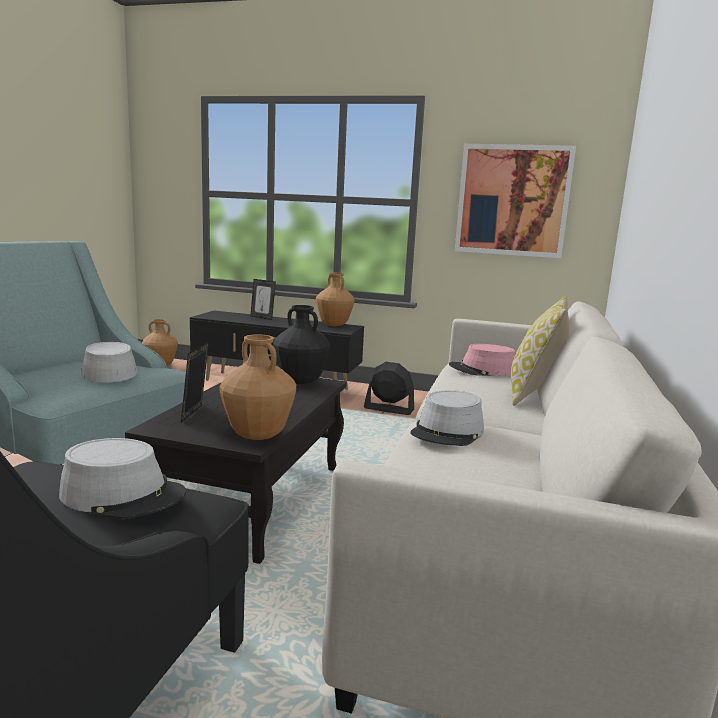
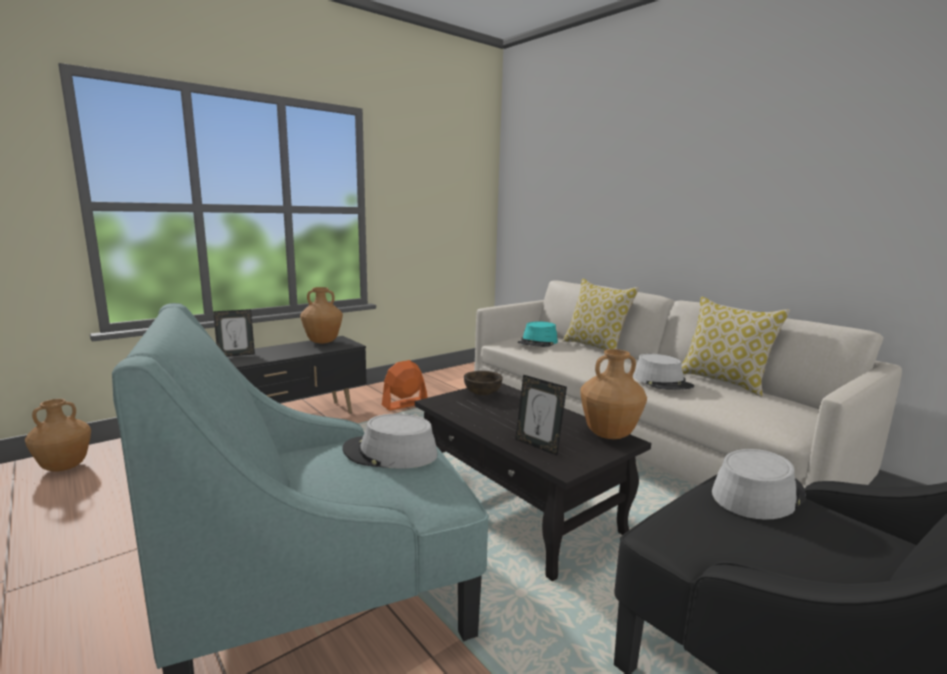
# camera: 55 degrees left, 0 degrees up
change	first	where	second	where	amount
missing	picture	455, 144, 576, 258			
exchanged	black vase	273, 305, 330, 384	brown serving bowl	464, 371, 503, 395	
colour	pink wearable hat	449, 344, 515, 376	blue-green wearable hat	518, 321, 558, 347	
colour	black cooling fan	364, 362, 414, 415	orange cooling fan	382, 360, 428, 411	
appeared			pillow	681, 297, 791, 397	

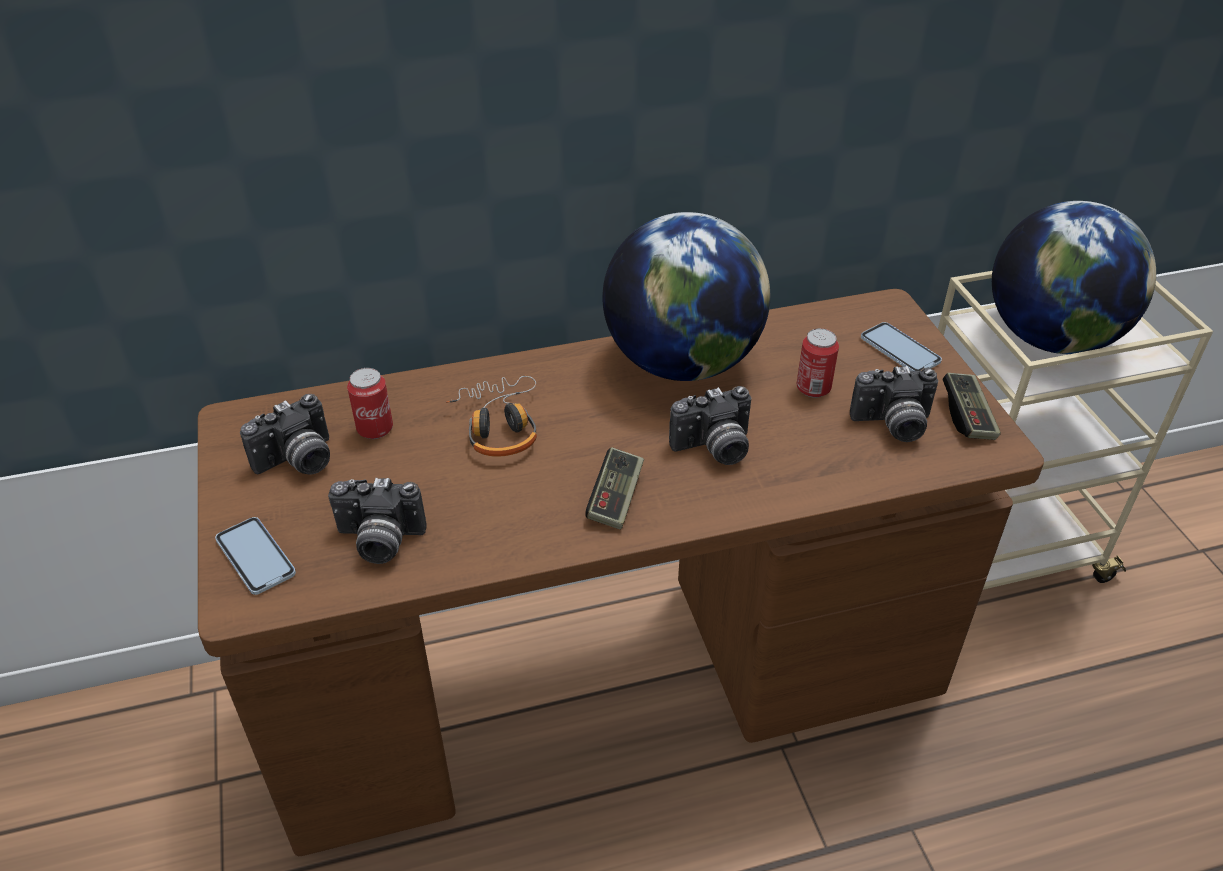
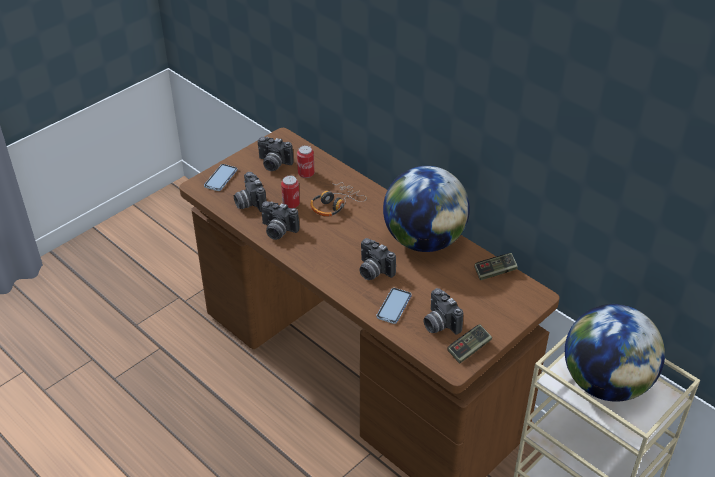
# camera: 60 degrees right, 0 degrees up
change	first	where	second	where	amount
relocated	phone	861, 322, 942, 371		376, 288, 412, 324	
relocated	metal can	797, 328, 839, 398		281, 175, 300, 208	
relocated	joypad	585, 447, 644, 530		474, 253, 518, 280	
appeared			photo camera	261, 201, 299, 240	

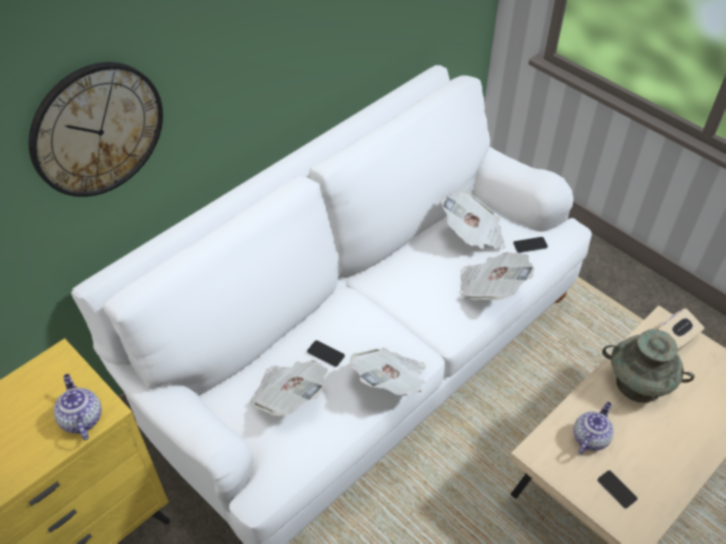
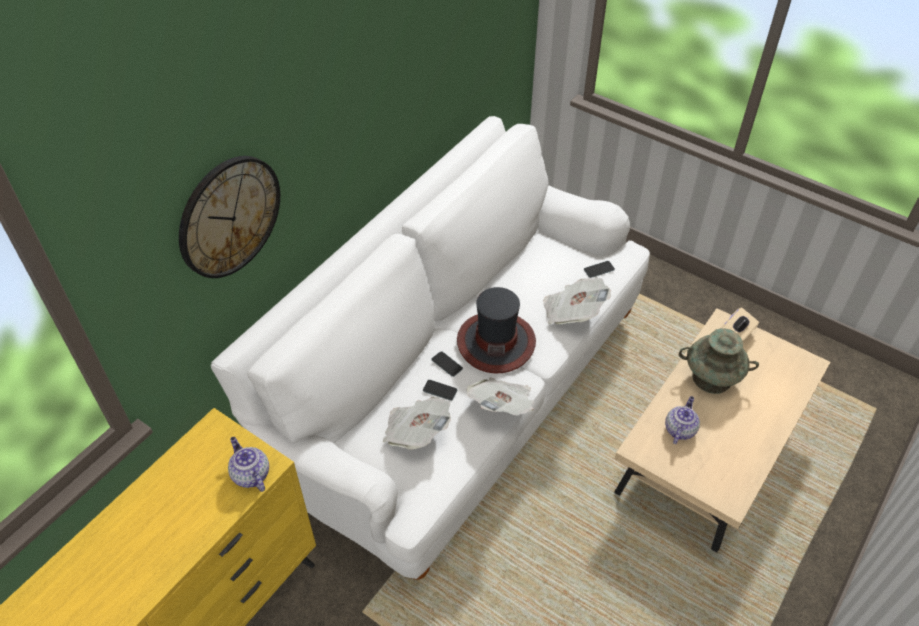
# camera: 10 degrees left, 0 degrees up
change	first	where	second	where	amount
missing	printed paper	441, 191, 506, 249			
relocated	phone	597, 470, 638, 509		432, 351, 463, 377	
appeared			wearable hat	457, 287, 536, 374	

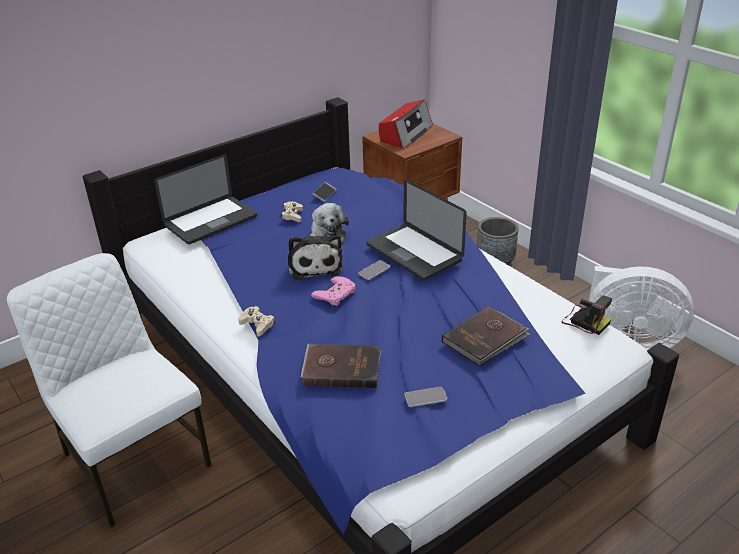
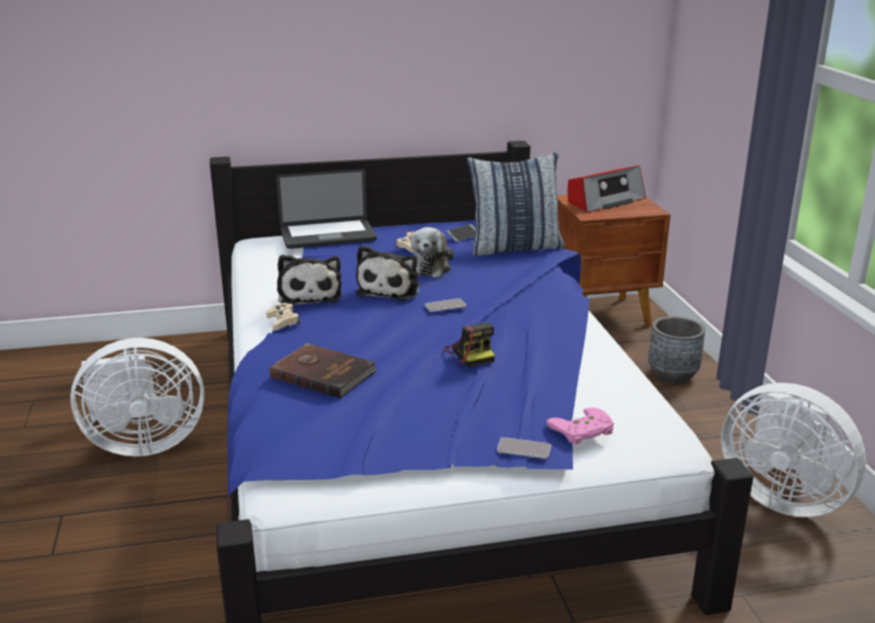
# camera: 25 degrees right, 10 degrees down
change	first	where	second	where	amount
missing	portable computer	366, 179, 467, 280			
exchanged	whitish plain chair	7, 253, 212, 527	whitish cooling fan	70, 338, 205, 457	
relocated	pink joypad	311, 276, 356, 306		546, 408, 614, 445	
relocated	photo camera	561, 295, 612, 335		444, 322, 495, 367	
missing	brown book	442, 306, 530, 366			
relocated	phone	405, 387, 447, 407		497, 437, 551, 459	
appeared			pillow	466, 152, 565, 256	
appeared			soft toy	277, 255, 342, 306	

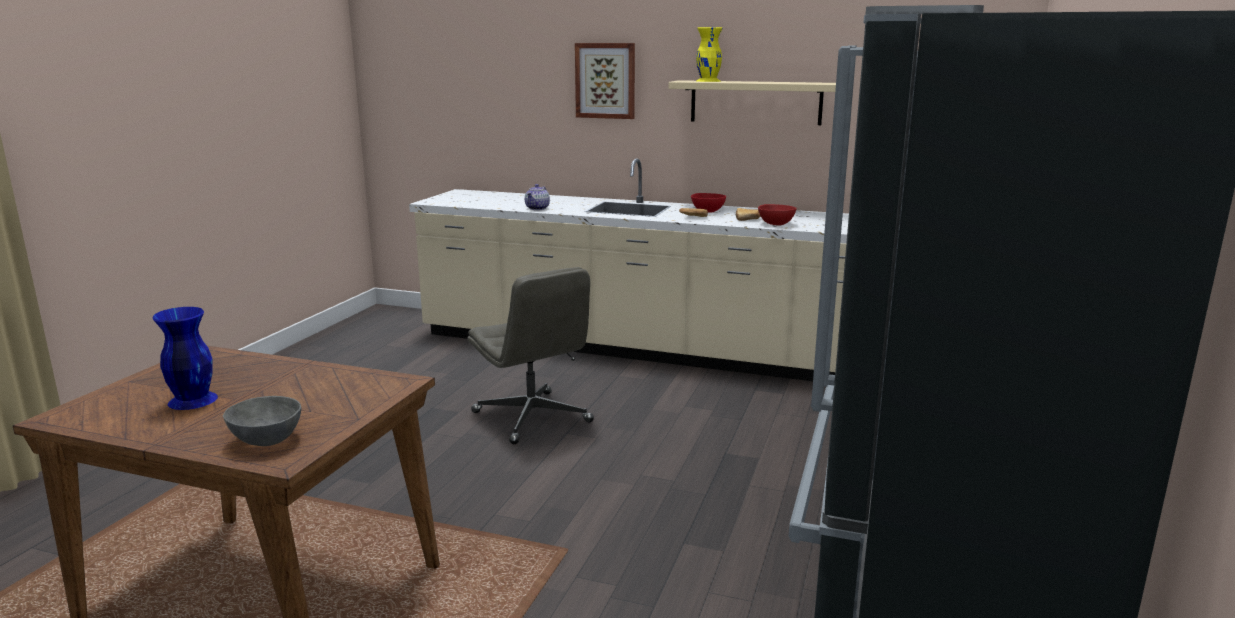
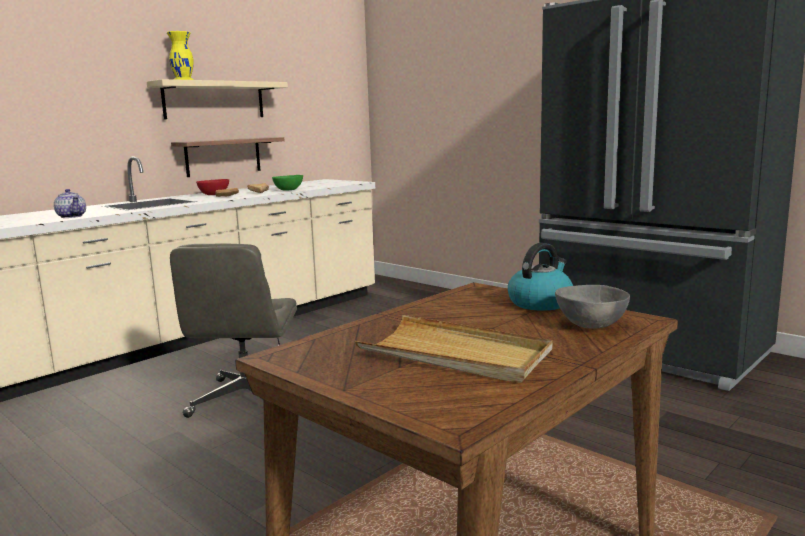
# camera: 65 degrees left, 5 degrees down
change	first	where	second	where	amount
missing	picture	575, 43, 635, 119			
colour	red-coloured serving bowl	758, 204, 797, 225	greenish serving bowl	272, 175, 303, 190	
spun	gray office chair	467, 267, 594, 444		170, 244, 297, 418	105 degrees clockwise
exchanged	blue vase	152, 307, 218, 410	beige tray	355, 315, 553, 383	
appeared			shelf	171, 137, 285, 177	
appeared			water kettle	508, 243, 573, 311	

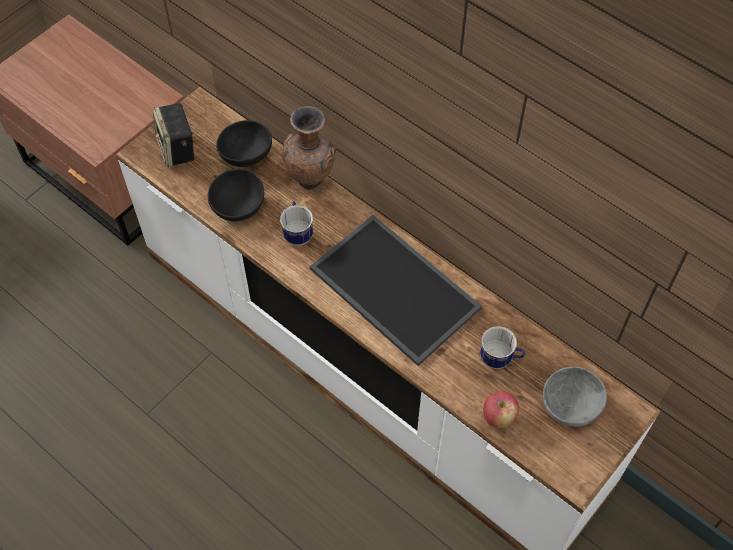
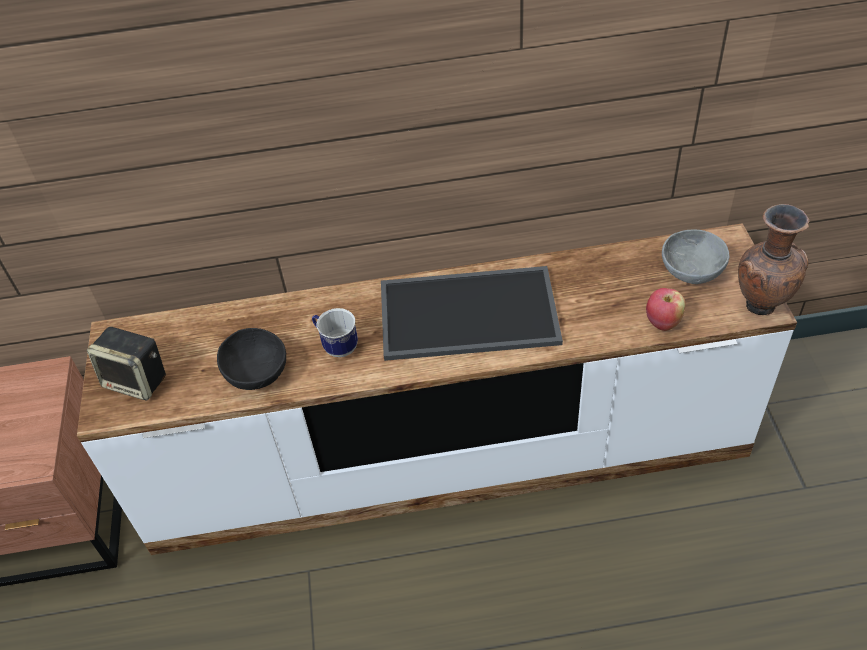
# camera: 45 degrees left, 10 degrees down
change	first	where	second	where	amount
relocated	brown vase	282, 106, 336, 190		738, 204, 810, 315	
missing	black serving bowl	216, 120, 272, 167			
missing	tea mug	480, 326, 525, 369			

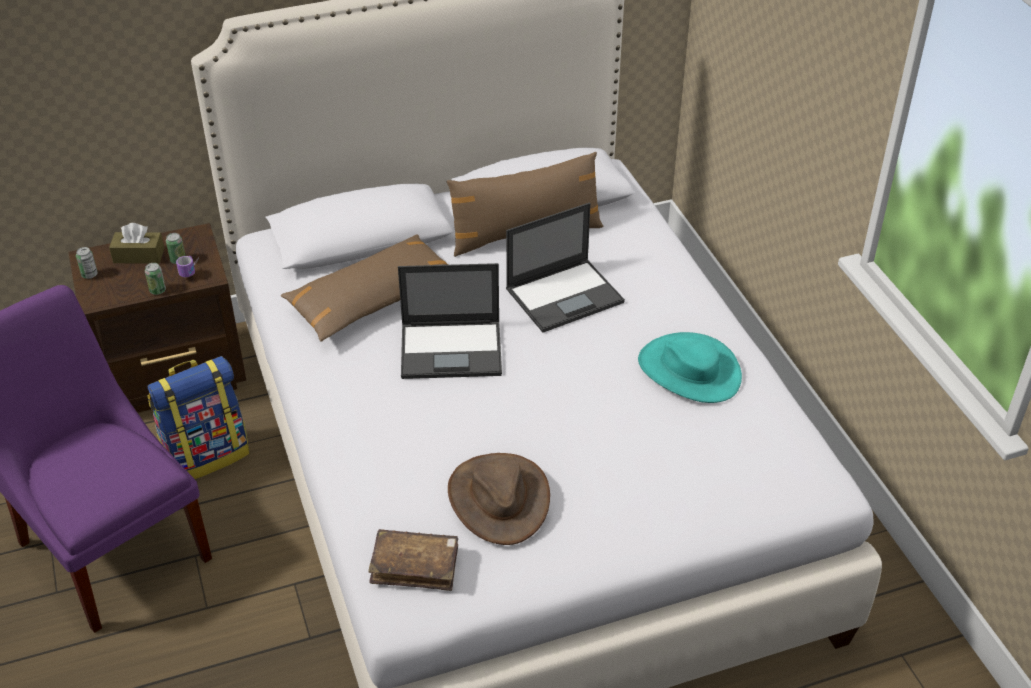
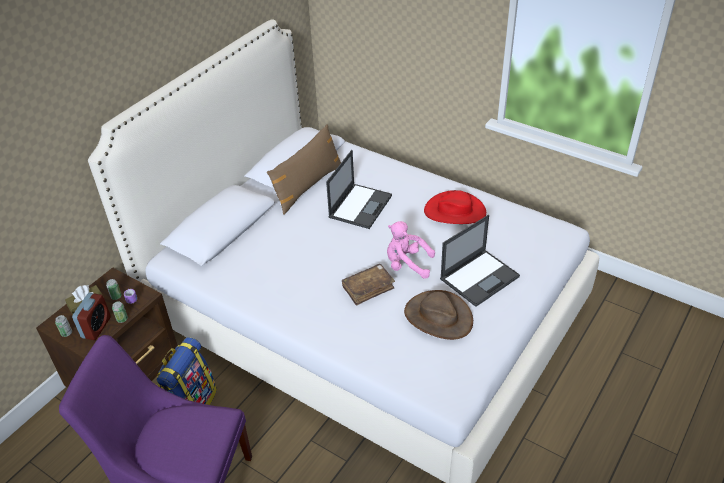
# camera: 35 degrees left, 0 degrees up
change	first	where	second	where	amount
missing	brown pillow	281, 235, 448, 342			
relocated	portable computer	398, 263, 502, 379		440, 215, 520, 307	
colour	blue-green wearable hat	638, 332, 742, 403	red-coloured wearable hat	424, 190, 486, 224	
relocated	brown book	368, 529, 458, 591		342, 264, 395, 306	
appeared			pink soft toy	387, 221, 435, 279	
appeared			alarm clock	72, 293, 111, 340	

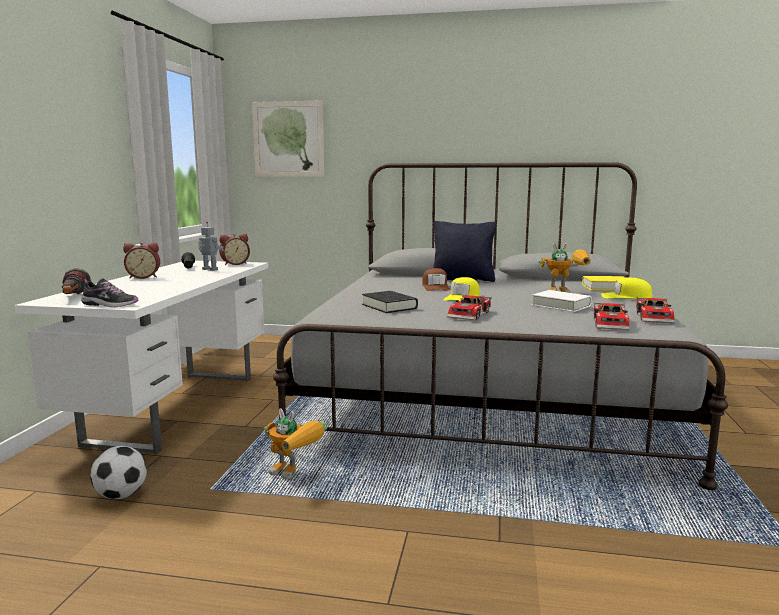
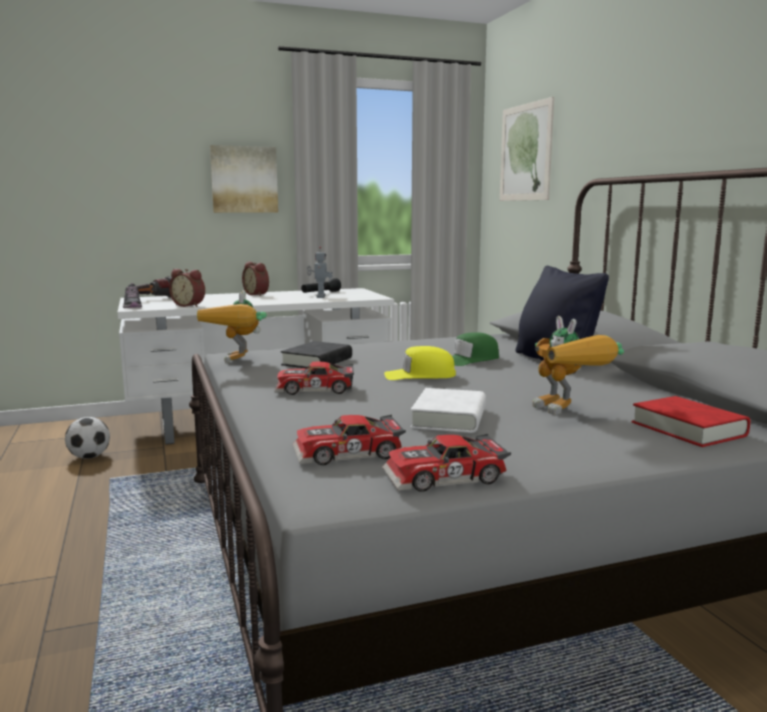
# camera: 60 degrees right, 0 degrees up
change	first	where	second	where	amount
relocated	alarm clock	219, 234, 250, 266		169, 269, 205, 307	
colour	brown cap	422, 268, 450, 291	greenish cap	452, 332, 499, 366	
colour	yellowish book	582, 276, 625, 291	red-coloured book	632, 396, 750, 447	
missing	yellowish cap	601, 278, 652, 299			
relocated	robot figure	264, 408, 327, 479		197, 290, 267, 363	
appeared			picture	210, 145, 278, 213	

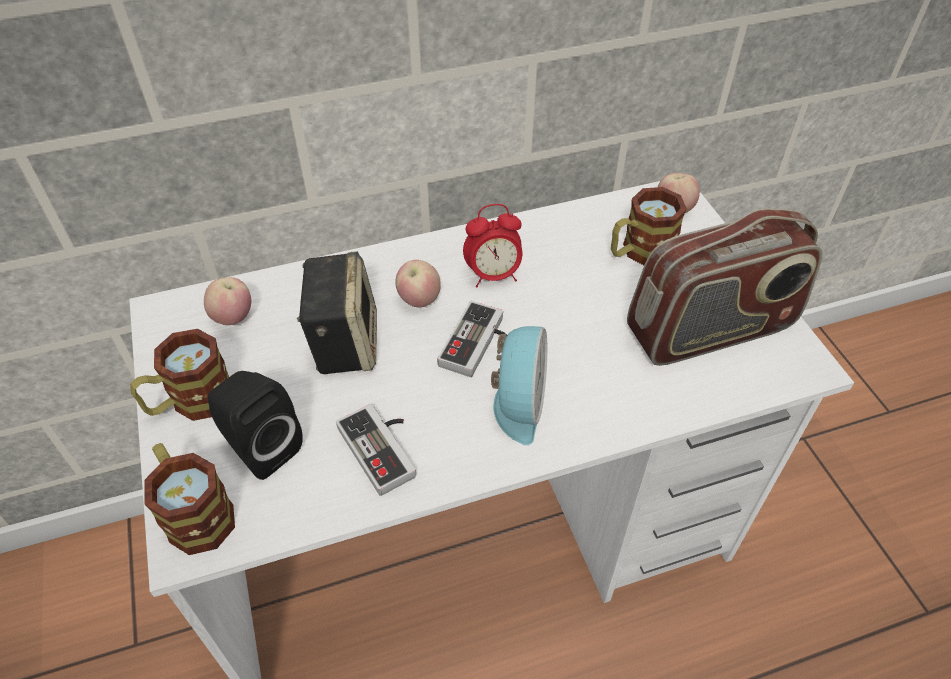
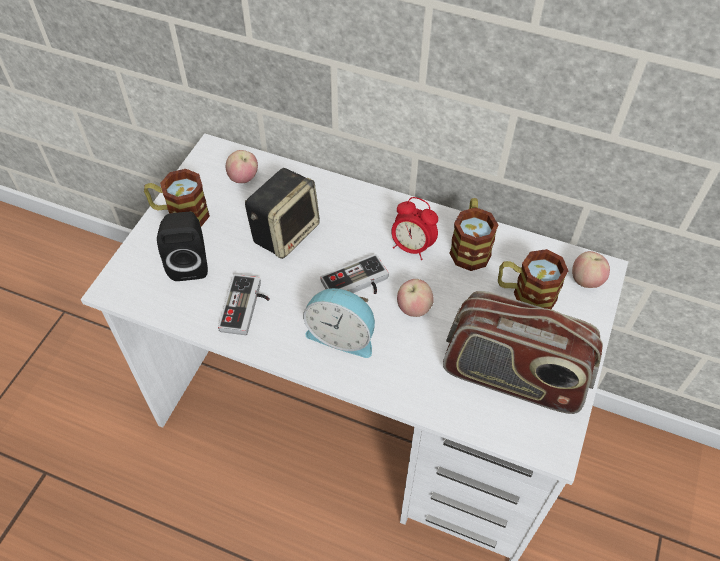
# camera: 40 degrees right, 5 degrees up
change	first	where	second	where	amount
relocated	apple	396, 260, 441, 307		397, 279, 434, 317	
spun	alarm clock	491, 326, 547, 445		303, 288, 375, 358	60 degrees clockwise
relocated	tea mug	144, 443, 235, 555		449, 198, 499, 271	

